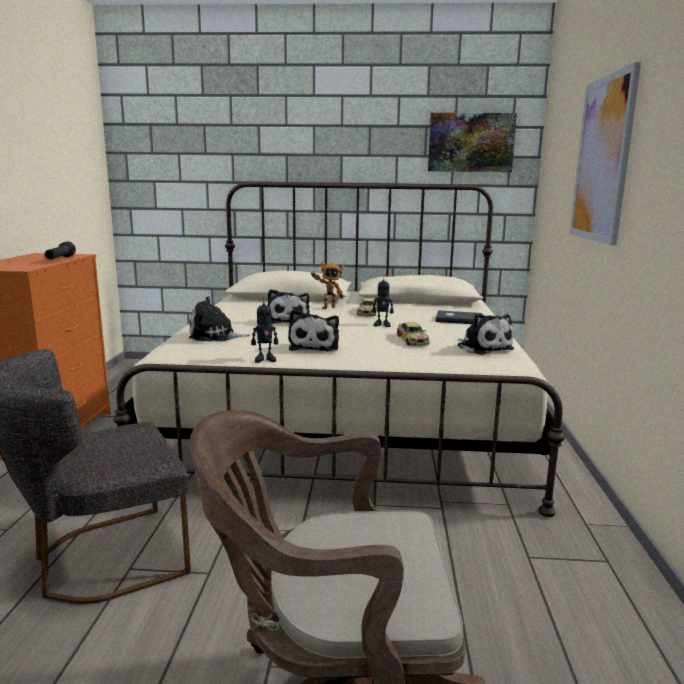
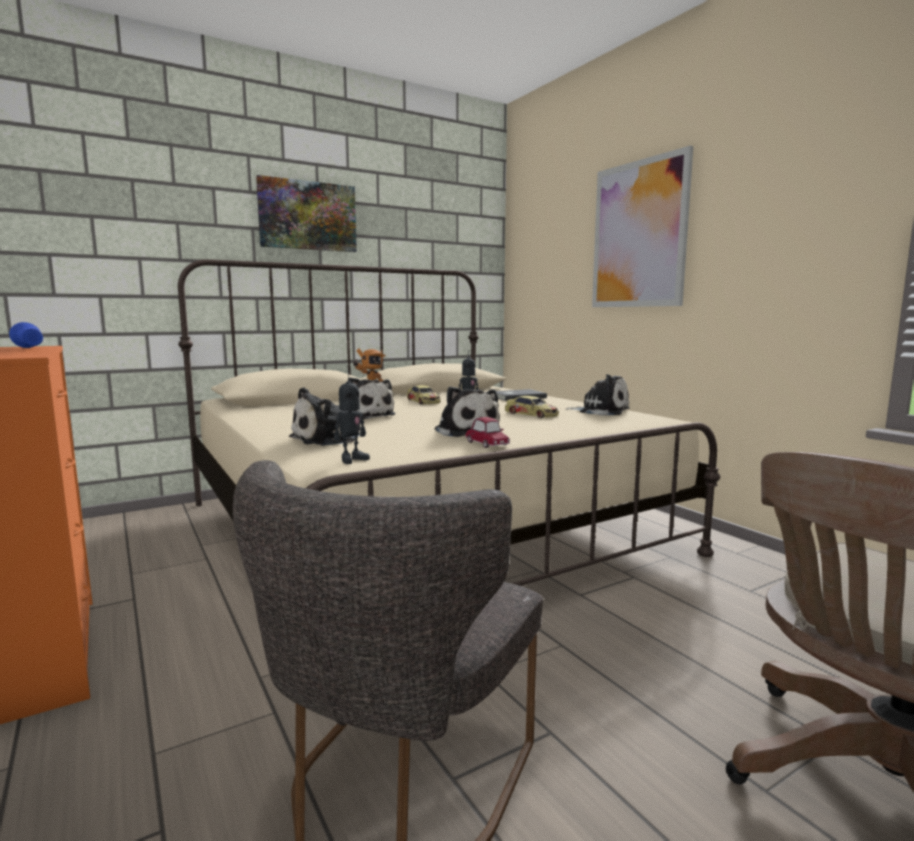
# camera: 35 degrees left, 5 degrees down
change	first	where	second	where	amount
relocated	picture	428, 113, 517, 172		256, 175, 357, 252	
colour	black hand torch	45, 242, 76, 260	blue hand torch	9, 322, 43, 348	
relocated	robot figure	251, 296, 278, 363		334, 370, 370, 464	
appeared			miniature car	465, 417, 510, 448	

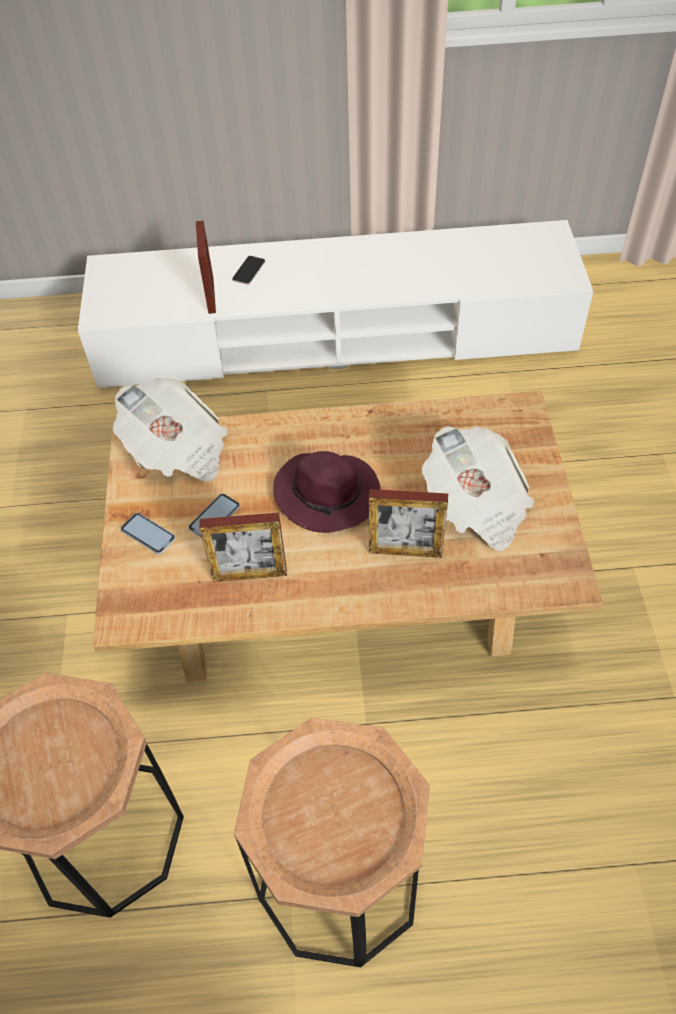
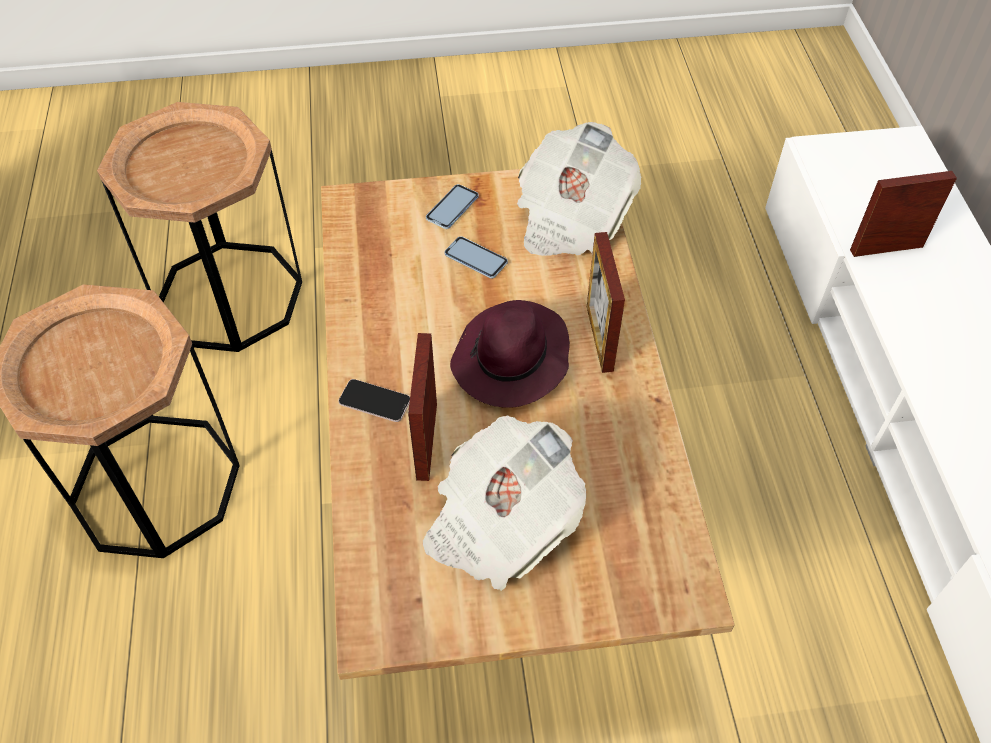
# camera: 85 degrees right, 0 degrees up
change	first	where	second	where	amount
relocated	phone	232, 256, 265, 285		338, 379, 410, 422	
relocated	picture frame	199, 512, 287, 582		587, 232, 625, 373	

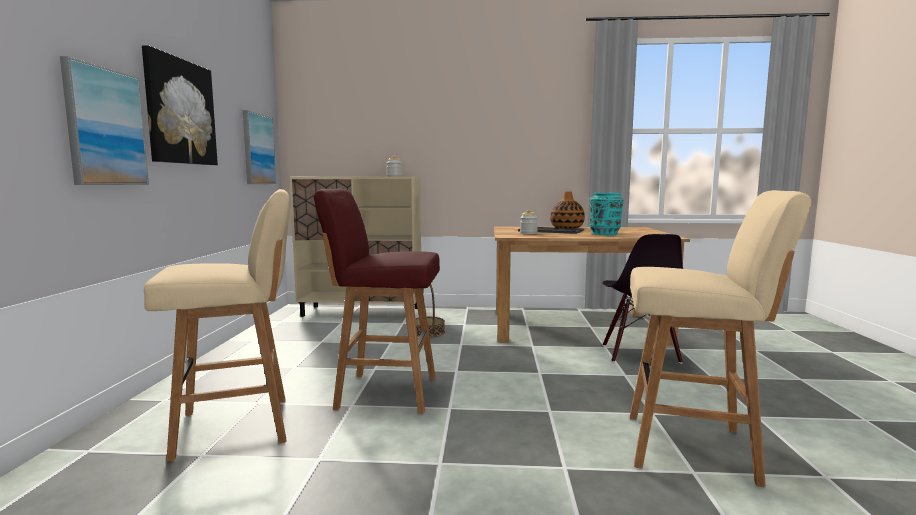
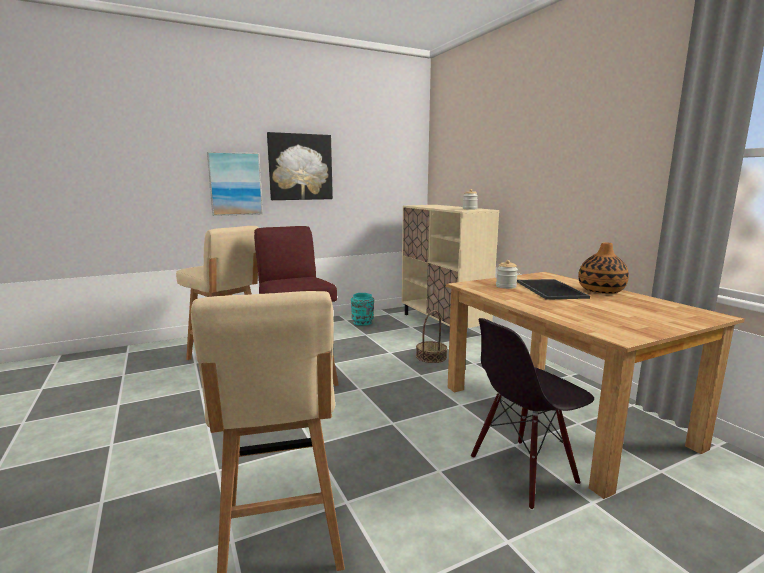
# camera: 60 degrees right, 5 degrees up
change	first	where	second	where	amount
missing	picture	243, 110, 276, 184			
relocated	blue-green vase	589, 193, 624, 235		351, 293, 374, 326	

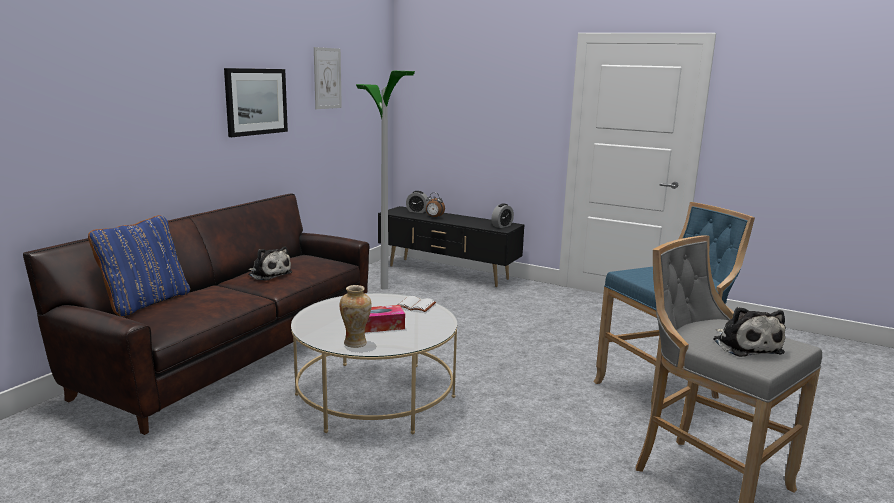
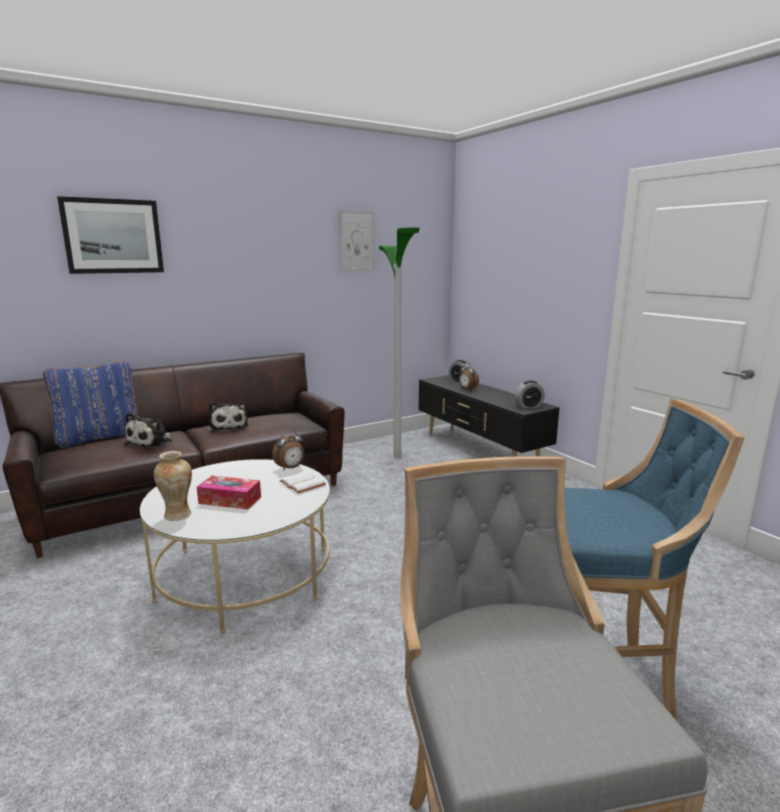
# camera: 30 degrees right, 0 degrees up
change	first	where	second	where	amount
relocated	picture	224, 68, 288, 137		57, 196, 164, 274	
relocated	soft toy	713, 307, 785, 357		124, 412, 172, 449	
appeared			alarm clock	272, 429, 304, 471	

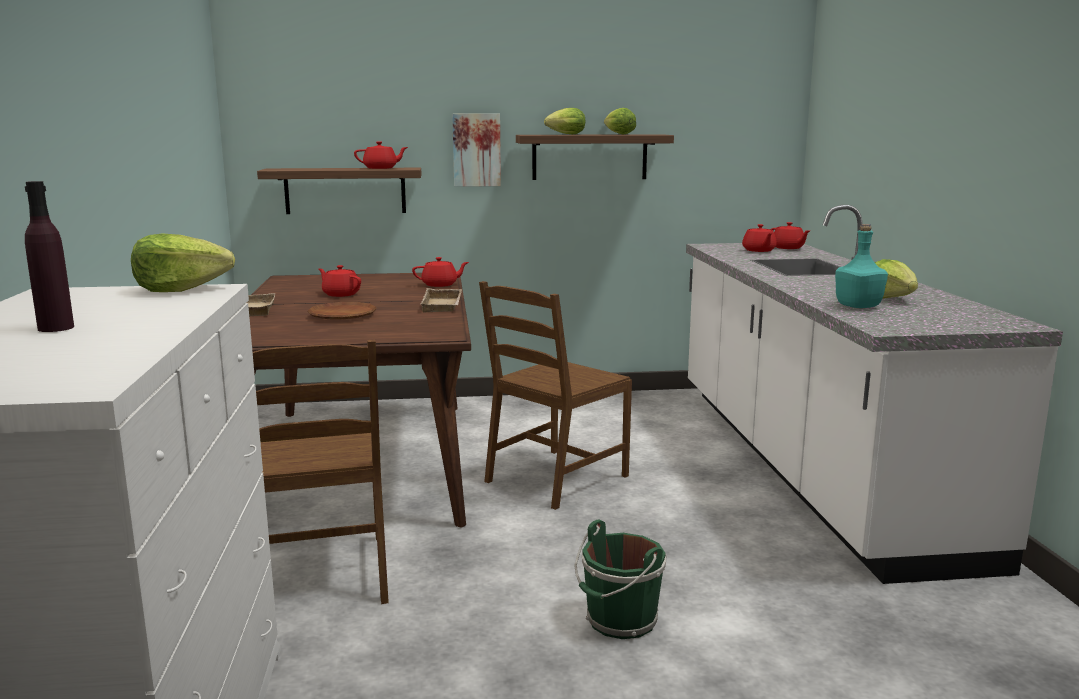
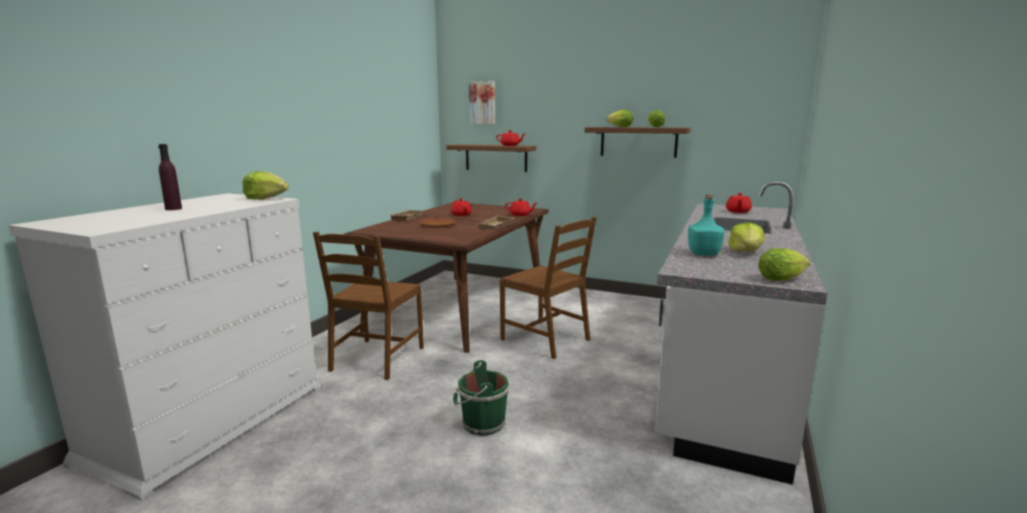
# camera: 30 degrees right, 0 degrees up
change	first	where	second	where	amount
relocated	picture	452, 113, 501, 187		468, 81, 495, 124	
missing	red-coloured teapot	771, 222, 810, 249			
spun	brown plain chair	479, 281, 632, 510		500, 217, 597, 359	120 degrees counterclockwise
appeared			lettuce	758, 248, 810, 281	

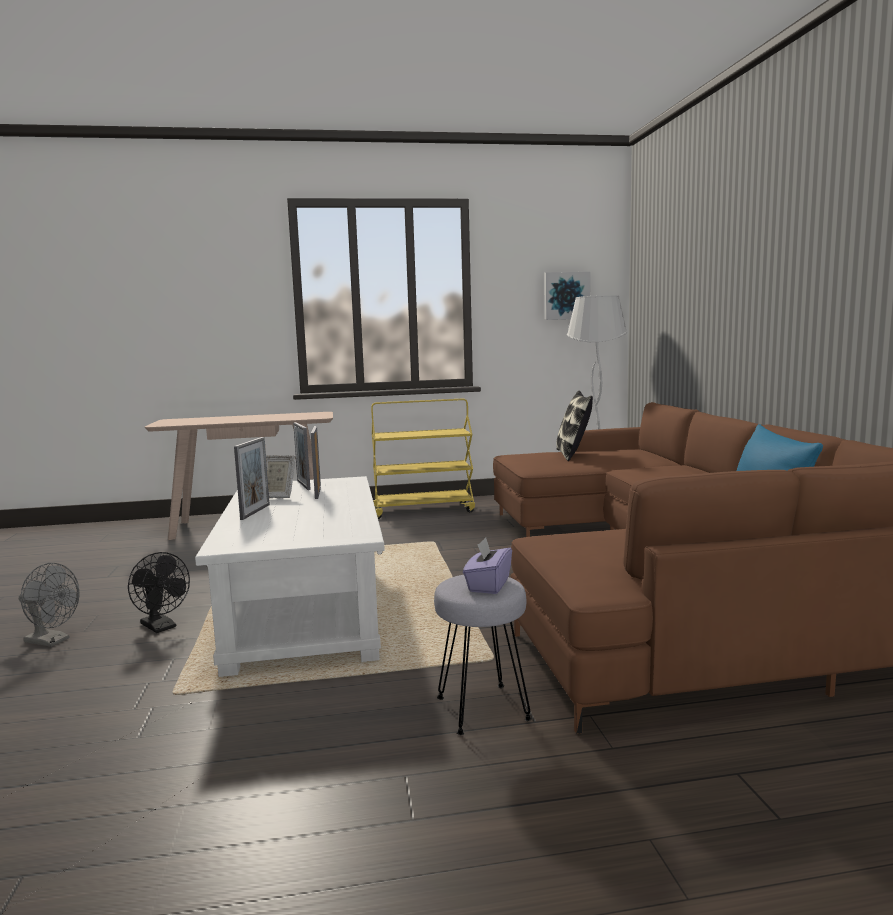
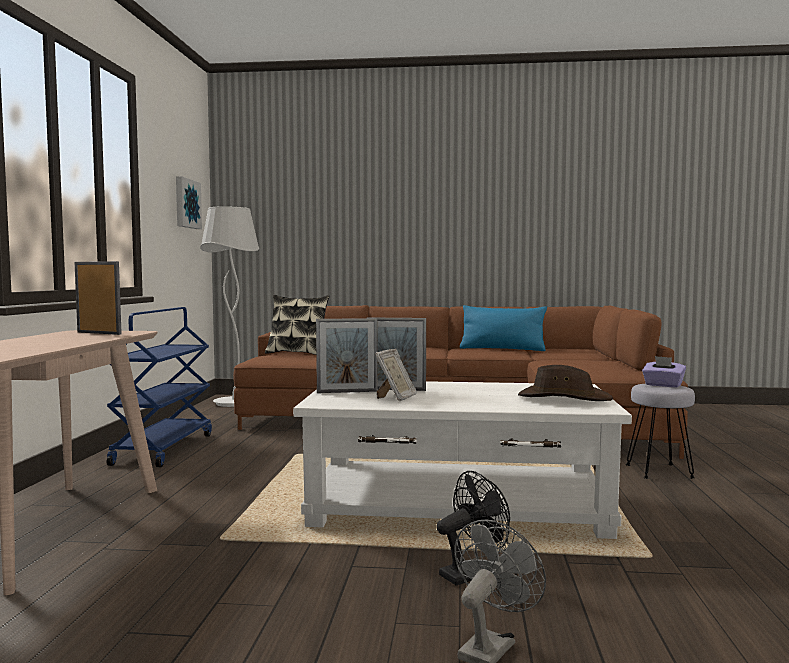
# camera: 75 degrees left, 5 degrees down
change	first	where	second	where	amount
colour	yellowish cart	371, 398, 475, 519	blue cart	106, 307, 212, 467	
relocated	picture frame	234, 437, 270, 520		74, 261, 122, 335	
appeared			brown wearable hat	518, 365, 613, 401	

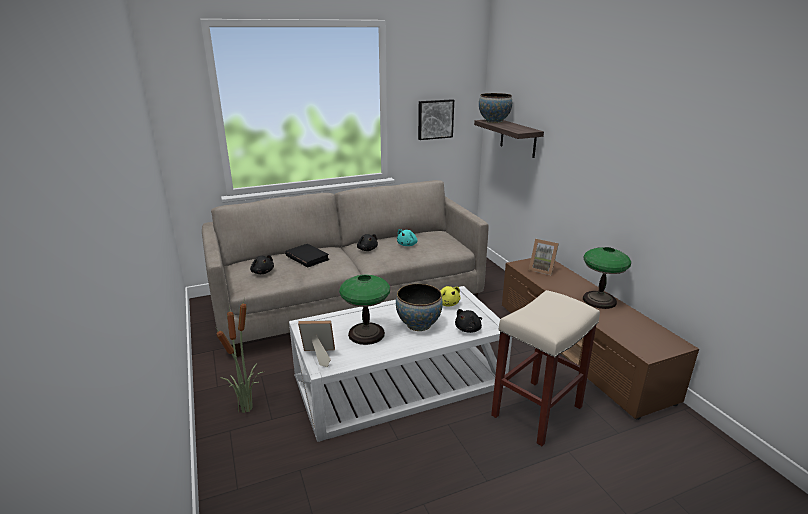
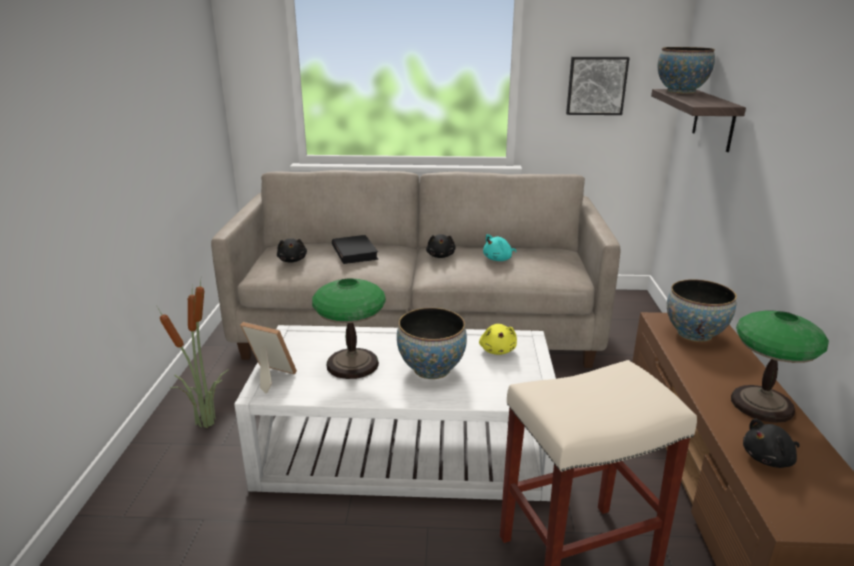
# camera: 25 degrees right, 0 degrees up
change	first	where	second	where	amount
exchanged	picture frame	529, 239, 559, 275	serving bowl	667, 279, 737, 342	
relocated	black soft toy	455, 309, 482, 333		743, 418, 800, 468	

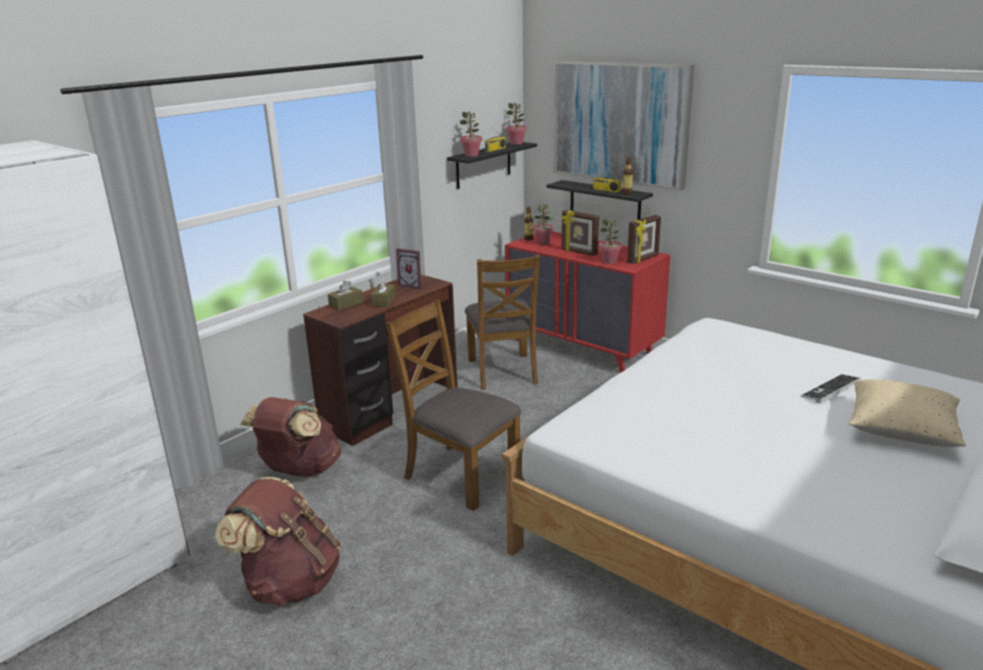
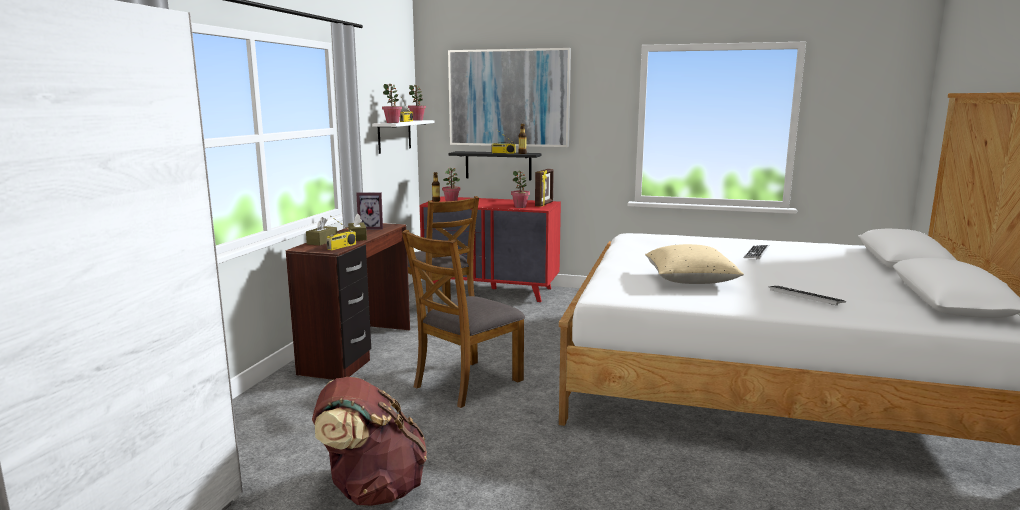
# camera: 25 degrees left, 10 degrees down
change	first	where	second	where	amount
colour	black shelf	447, 142, 537, 189	whitish shelf	372, 120, 434, 154	
missing	picture frame	561, 210, 599, 256			
spun	brown plain chair	385, 299, 521, 511		402, 230, 525, 408	60 degrees counterclockwise
relocated	beige pillow	849, 379, 966, 447		645, 244, 744, 284	
missing	brown rucksack	240, 397, 342, 477			
appeared			radio receiver	326, 217, 356, 251	
appeared			PC keyboard	769, 286, 846, 305	

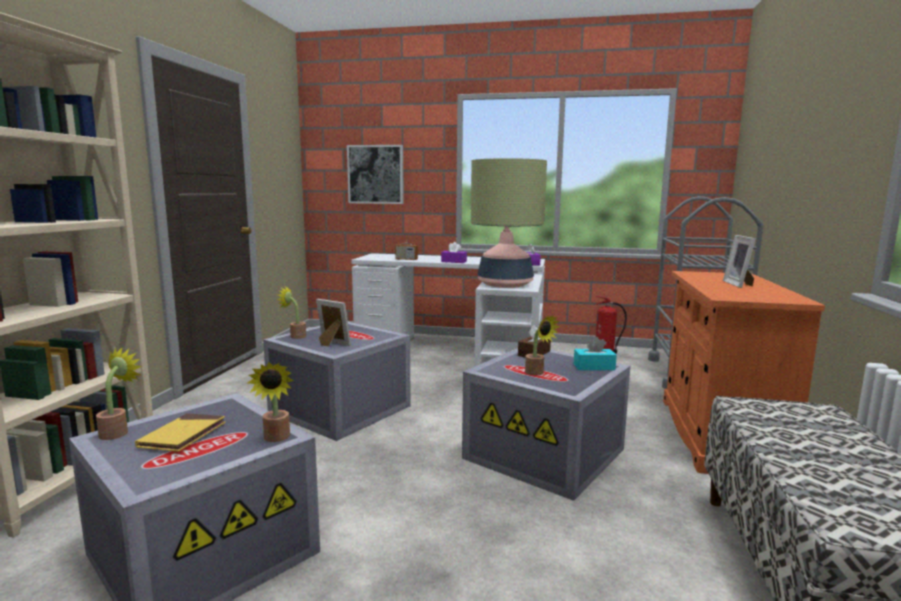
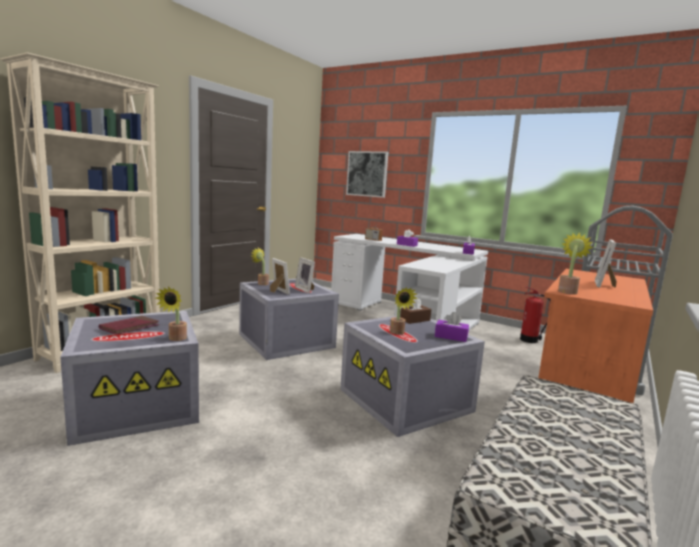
# camera: 20 degrees right, 0 degrees up
change	first	where	second	where	amount
missing	lamp for a table	471, 158, 547, 288			
colour	blue-green box of tissues	574, 337, 617, 370	purple box of tissues	435, 312, 469, 342	
relocated	plant in a pot	96, 346, 142, 440		558, 232, 594, 295	
colour	yellowish book	135, 413, 226, 452	red-coloured book	99, 316, 159, 335	
appeared			picture frame	295, 257, 315, 293	

